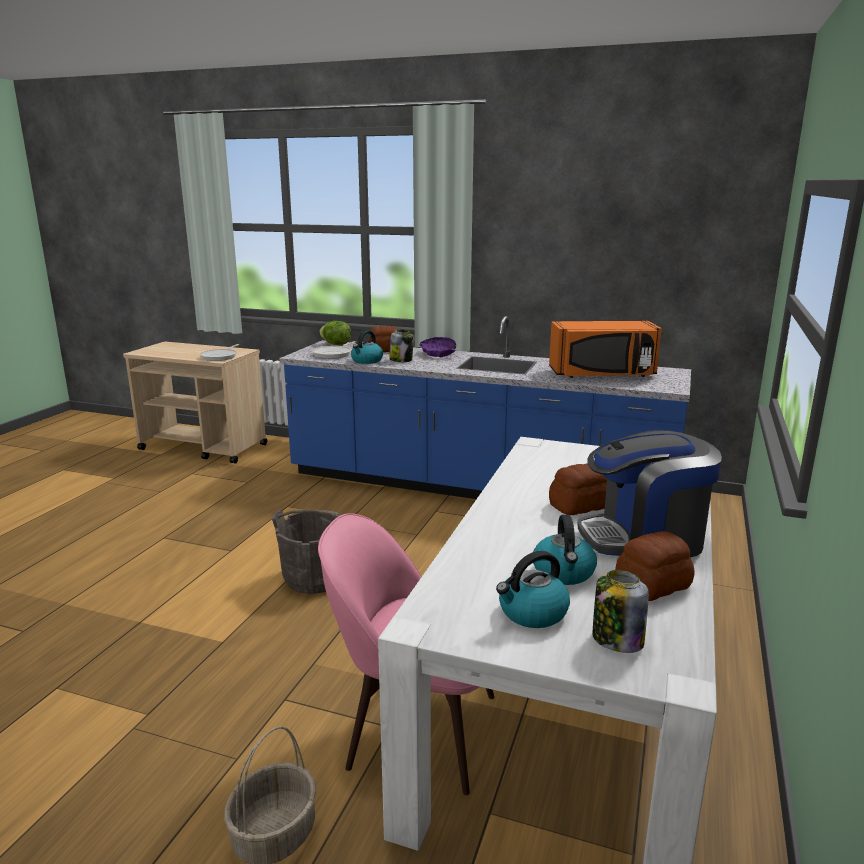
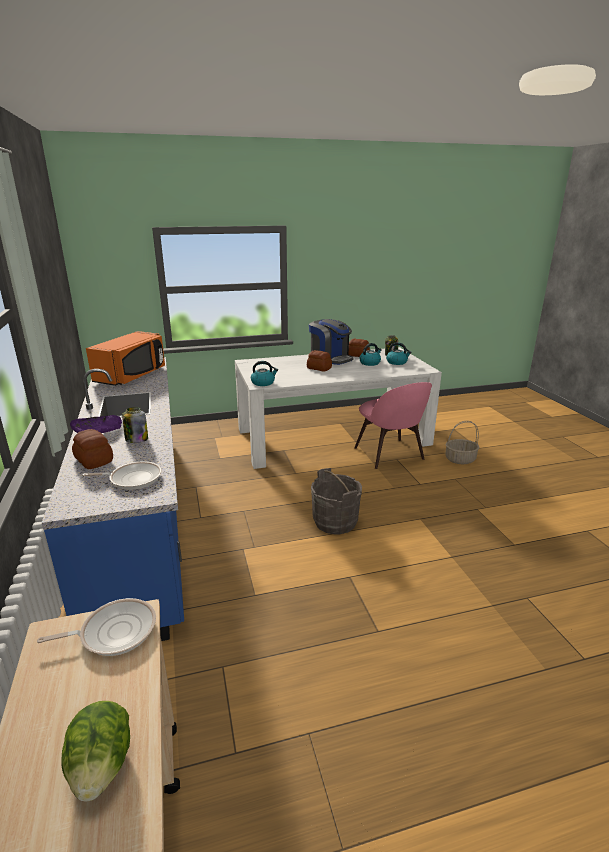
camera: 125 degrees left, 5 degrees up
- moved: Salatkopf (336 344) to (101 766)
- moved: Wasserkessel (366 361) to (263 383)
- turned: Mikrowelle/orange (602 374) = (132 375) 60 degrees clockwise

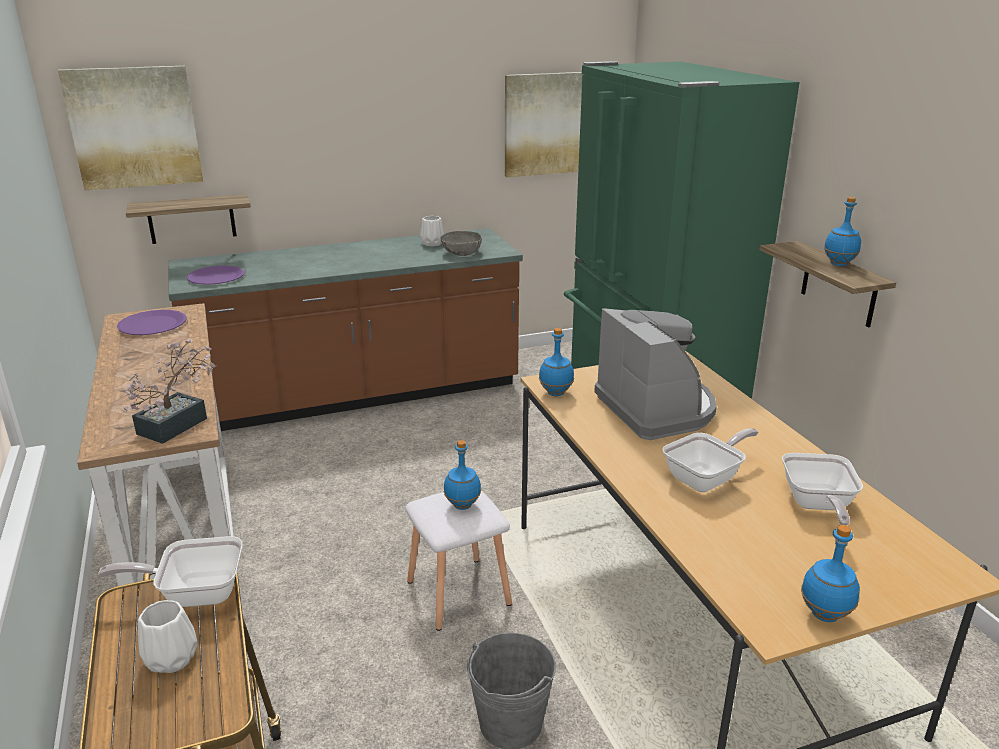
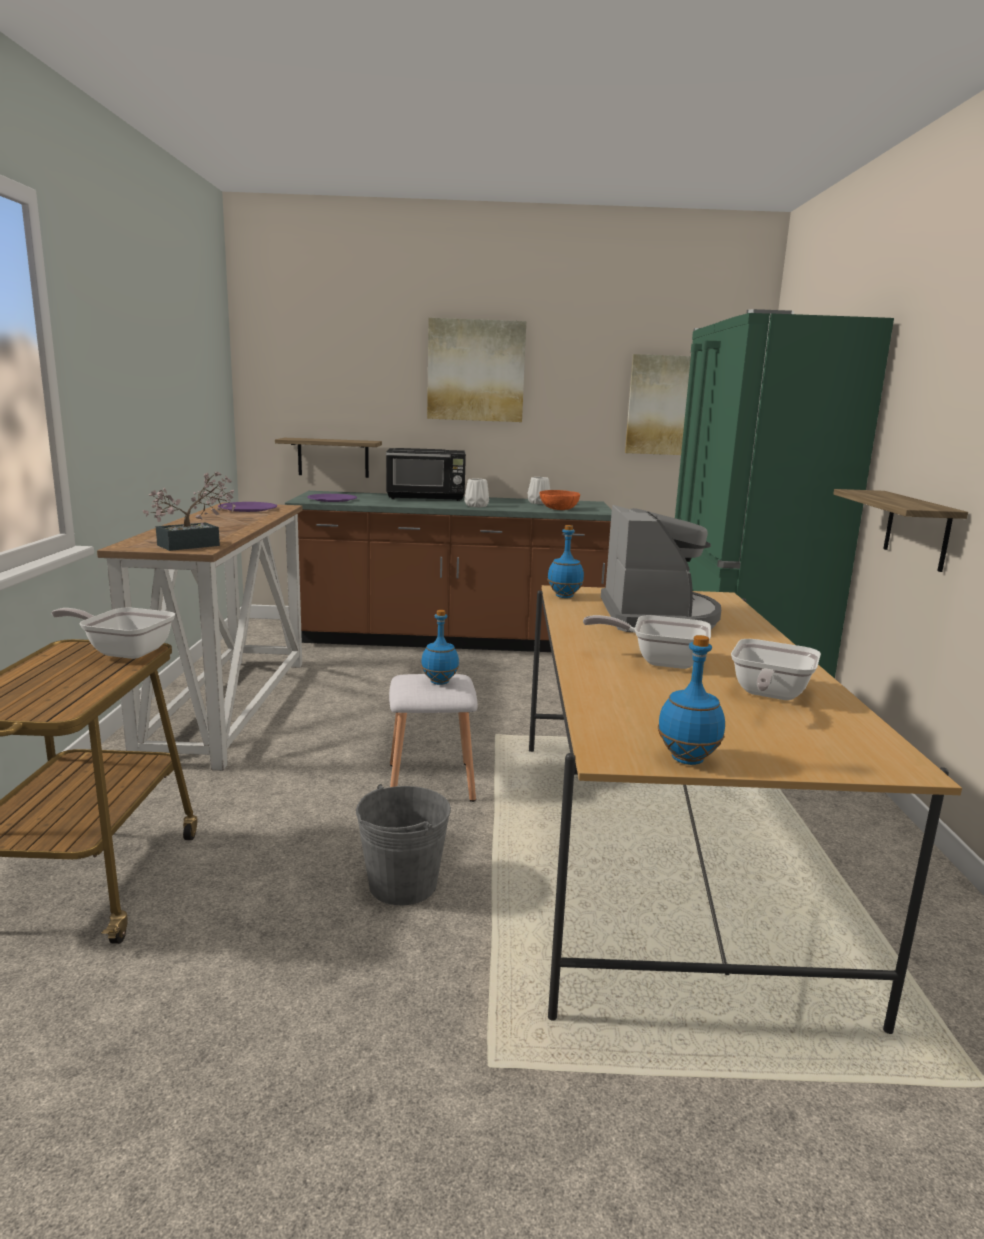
camera: 20 degrees right, 10 degrees down
- moved: Bild (134 127) to (476 370)
- moved: Vase/weiß (172 658) to (477 506)
- recoloured: Schüssel/grau (461 252) to Schüssel/orange (559 508)
- turned: Pfanne (706 478) = (659 661) 150 degrees counterclockwise
- removed: Flasche/blau (839 264)
- added: Mikrowelle/schwarz (427 498)

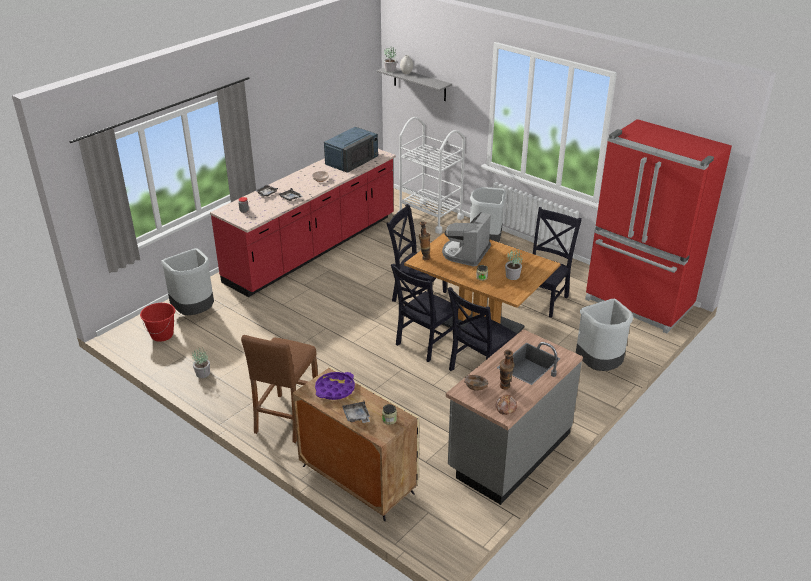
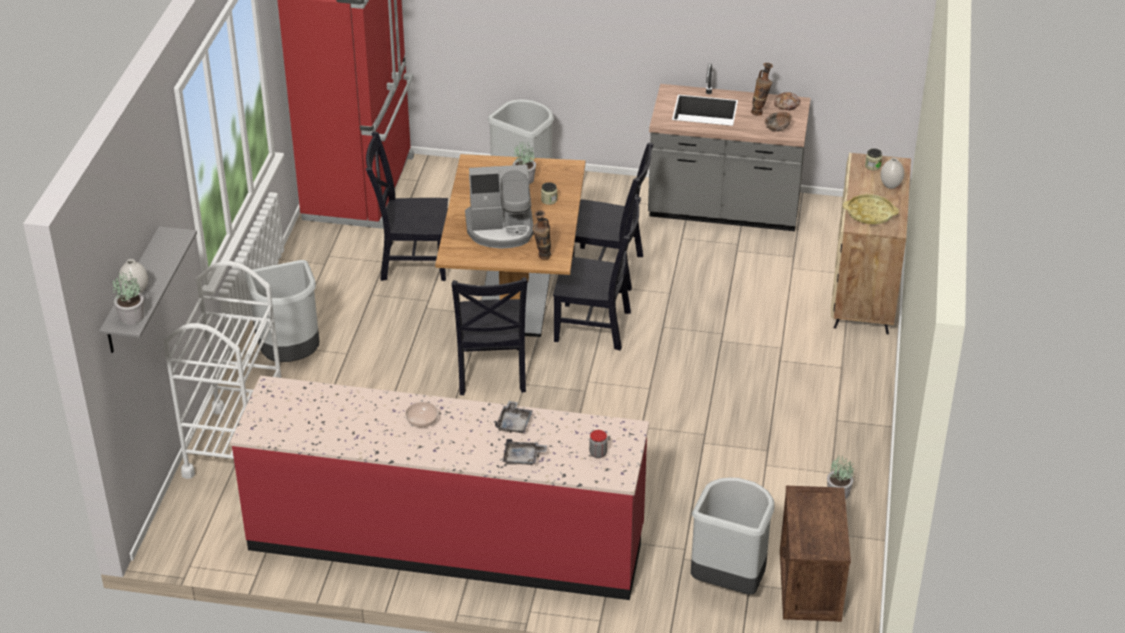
camera: 120 degrees left, 5 degrees up
- replaced: Eimer/rot (162 335) to Kiste (808 584)
- removed: Hocker/braun (287 418)
- recoloured: Tablett/lila (335 389) to Tablett/gelb (870 213)
- removed: Mikrowelle/blau (352 160)
- replaced: Tablett/grau (356 416) to Vase/weiß (891 186)

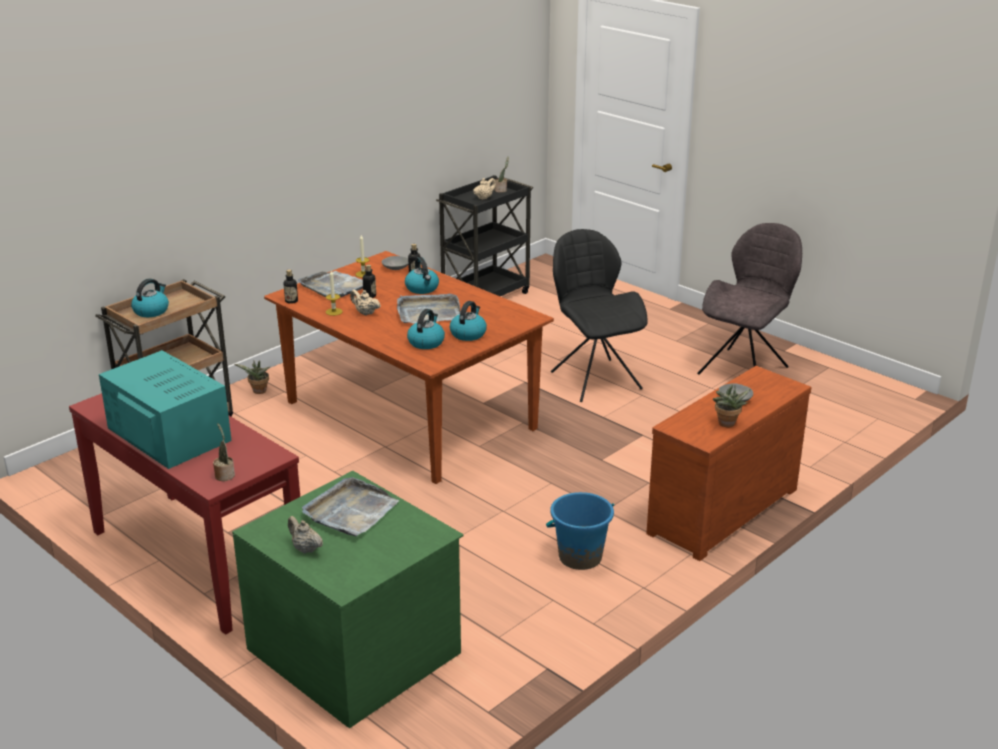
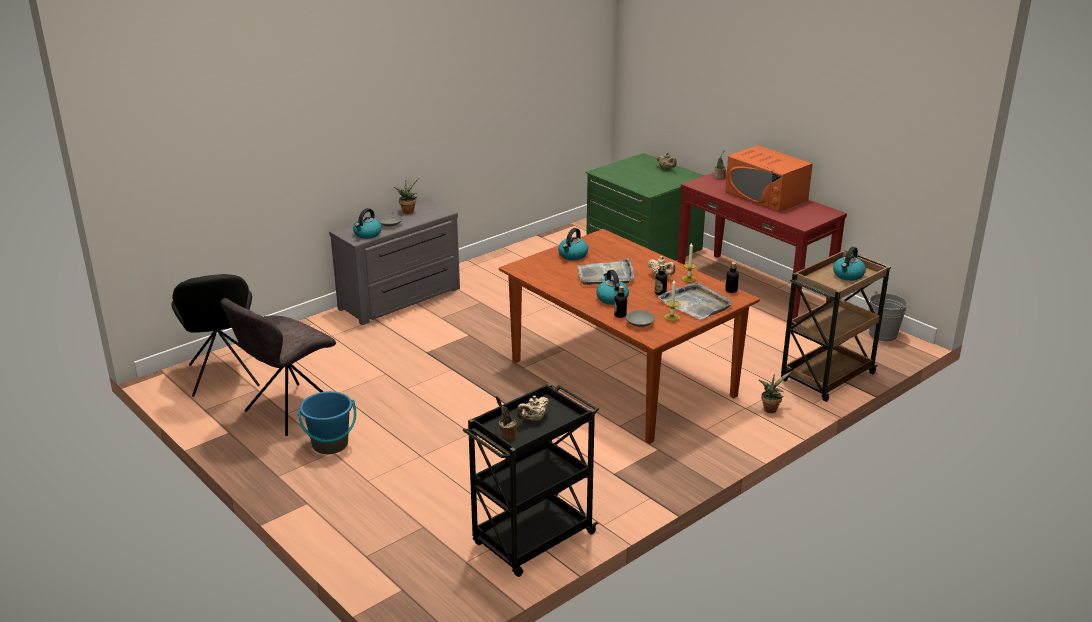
camera: 175 degrees left, 0 degrees up
- recoloured: Mikrowelle/türkis (169 434) to Mikrowelle/orange (766 196)
- removed: Tablett/grau (350 511)
- moved: Wasserkessel (426 342) to (367 234)
- moved: Eimer/blau (580 557) to (330 445)
- moved: Stuhl/schwarz (594 379) to (224 377)
- recoloured: Kommode/braun (719 509) to Kommode/grau (401 299)
- added: Eimer/grau (883 334)

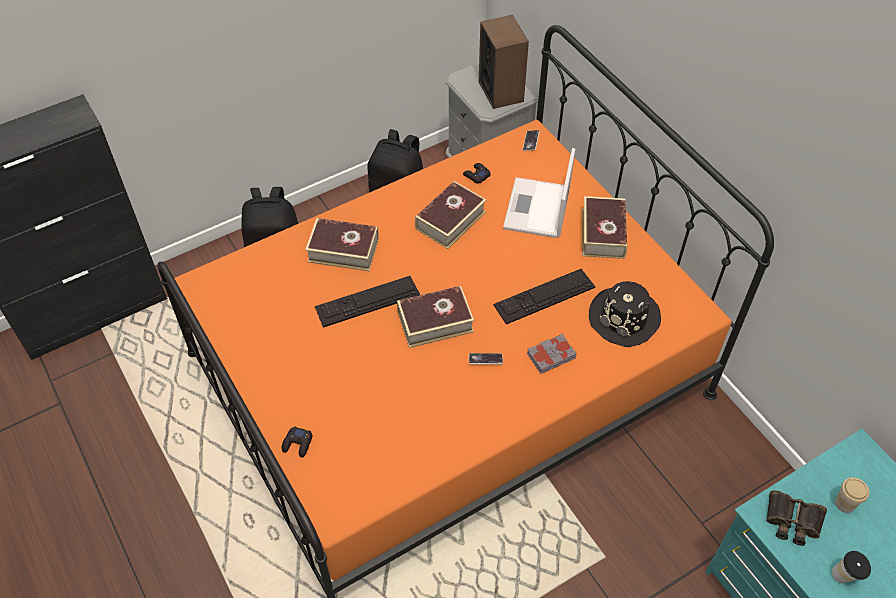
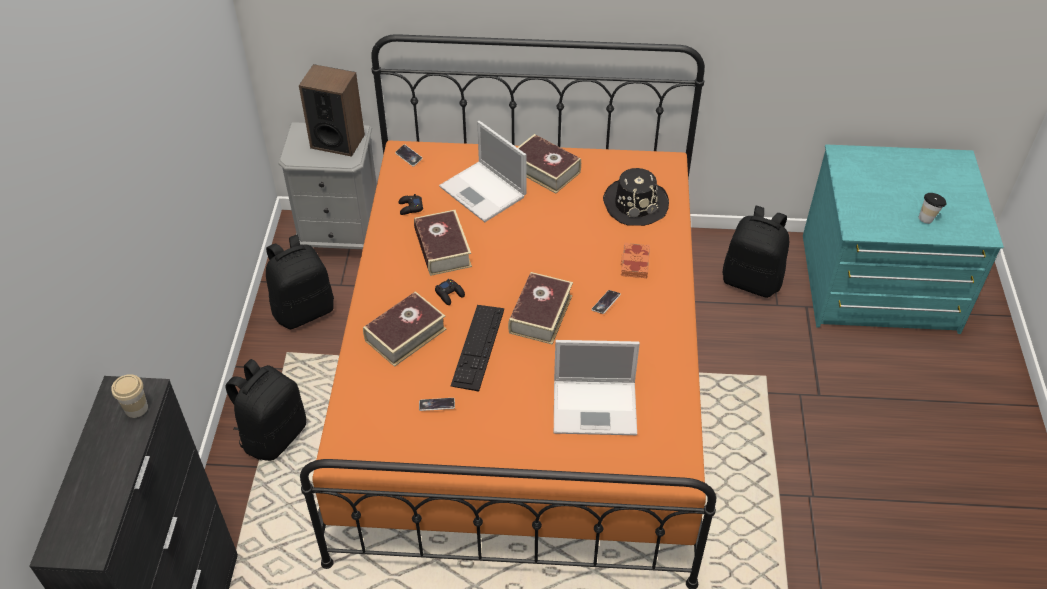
camera: 55 degrees left, 5 degrees down
- moved: Gamepad/schwarz (298 444) to (450 294)
- removed: Tastatur (544 296)
- recoloured: Buch/grau (550 356) to Buch/orange (634 263)
- removed: Fernglas (792 521)
- moved: Tasse (845 503) to (136 408)
- added: Handy (437 405)
- added: Laptop (596 407)
- added: Rucksack/schwarz (752 280)

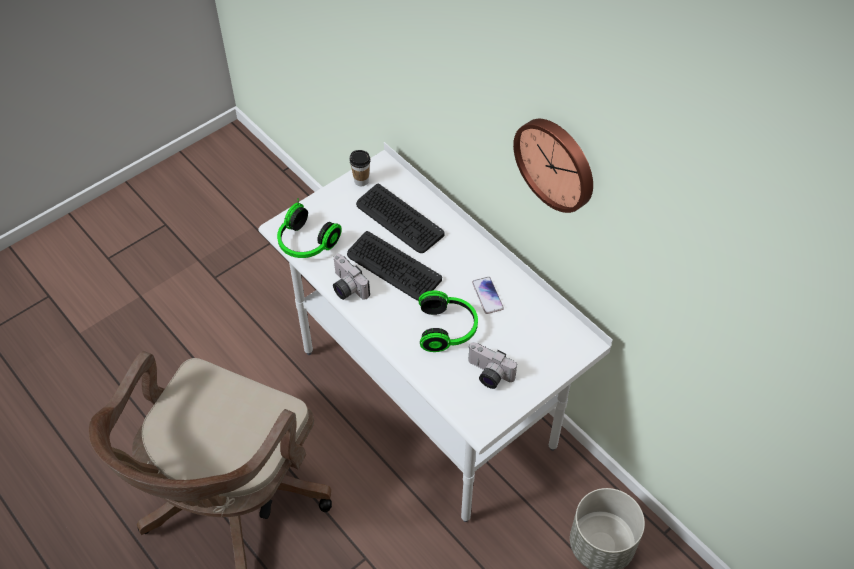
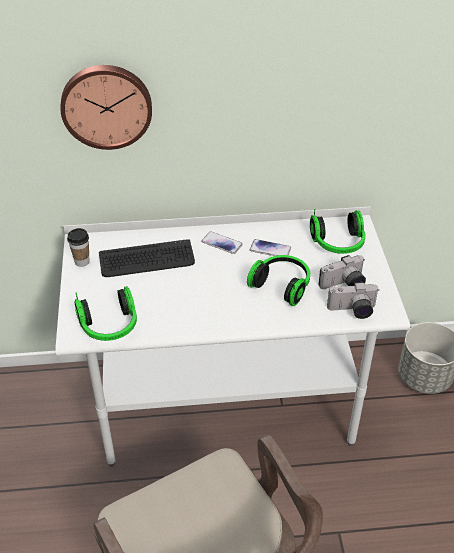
camera: 55 degrees left, 10 degrees down
- moved: Kamera (346 287) to (352 311)
- removed: Tastatur (393 267)
- moved: Wanduhr (556 163) to (106 105)
- added: Handy (222 243)
- added: Kopfhörer (338 244)

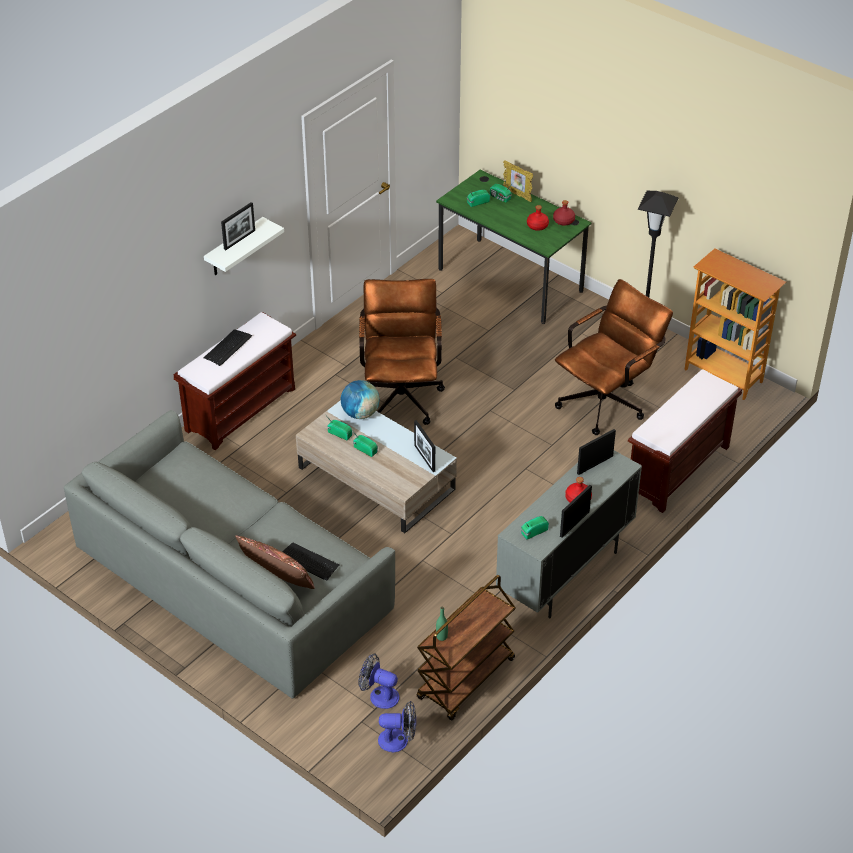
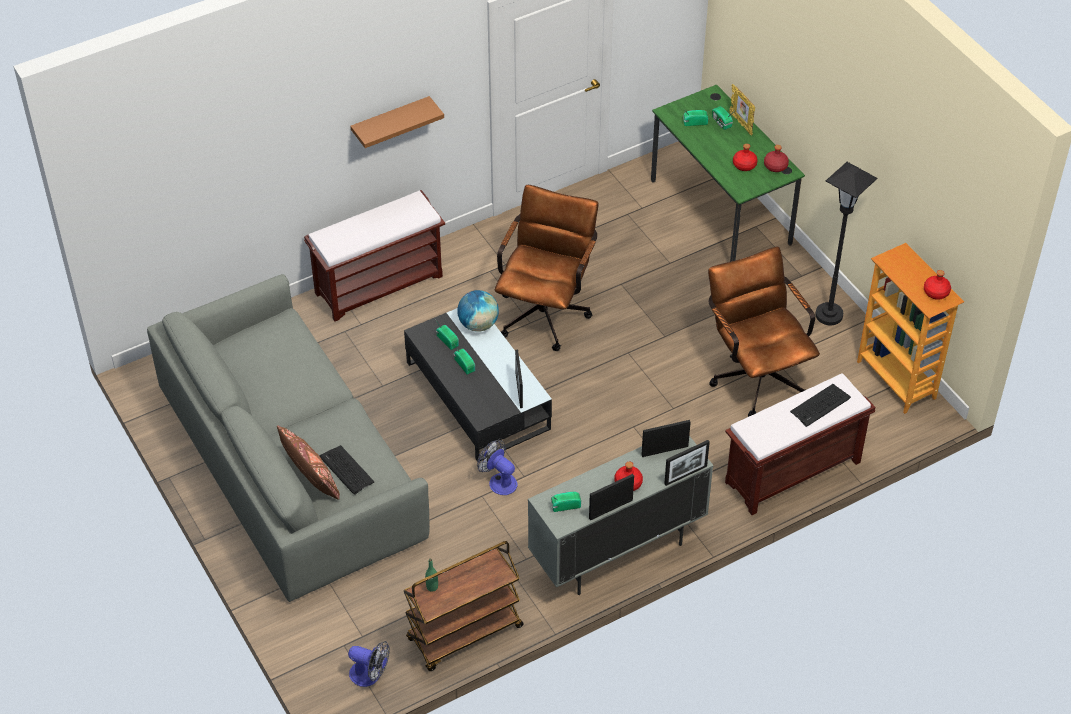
camera: 20 degrees right, 5 degrees up
- recoloured: Wandregal/weiß (234 248) to Wandregal/braun (391 123)
- moved: Tastatur (228 348) to (820 405)
- moved: Bilderrahmen (239 240) to (685 475)
- recoloured: Couchtisch/beige (376 478) to Couchtisch/schwarz (477 395)
- moved: Ventilator (379 695) to (499 481)
- turned: Bürostuhl/braun (607 401) = (756 375) 90 degrees counterclockwise
- added: Flasche/rot (936 292)

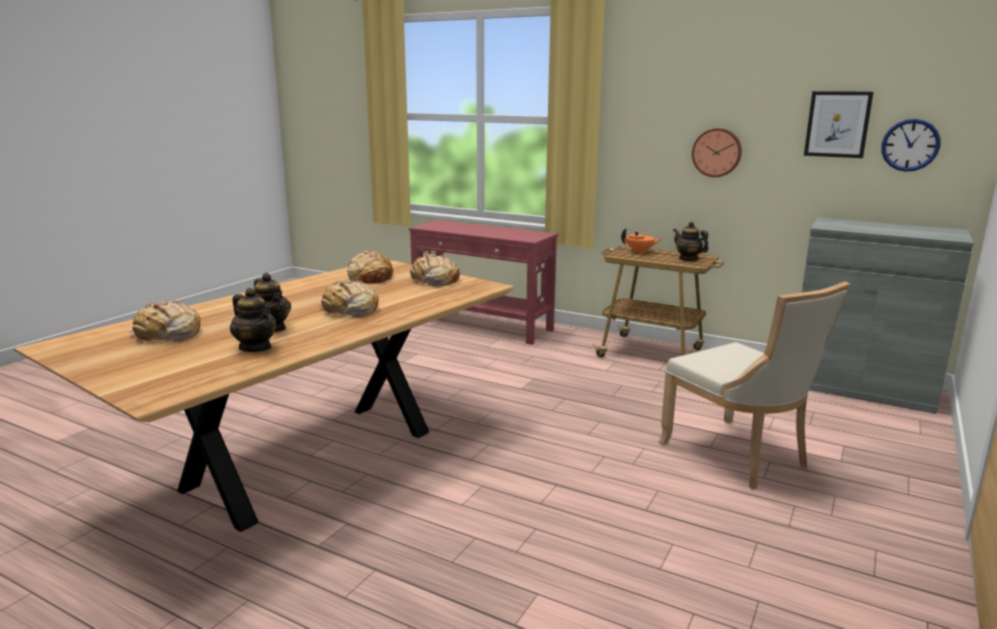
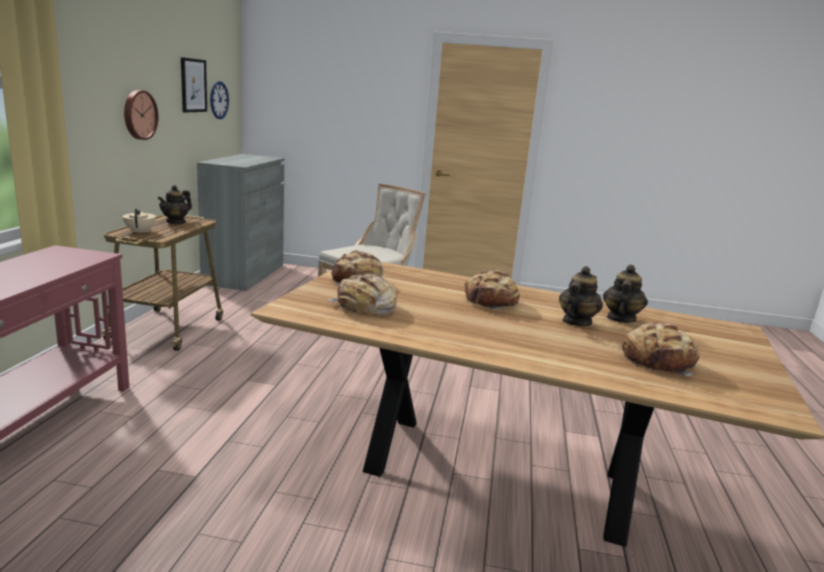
camera: 110 degrees left, 0 degrees up
- recoloured: Teekanne/orange (640 252) to Teekanne/beige (140 231)

